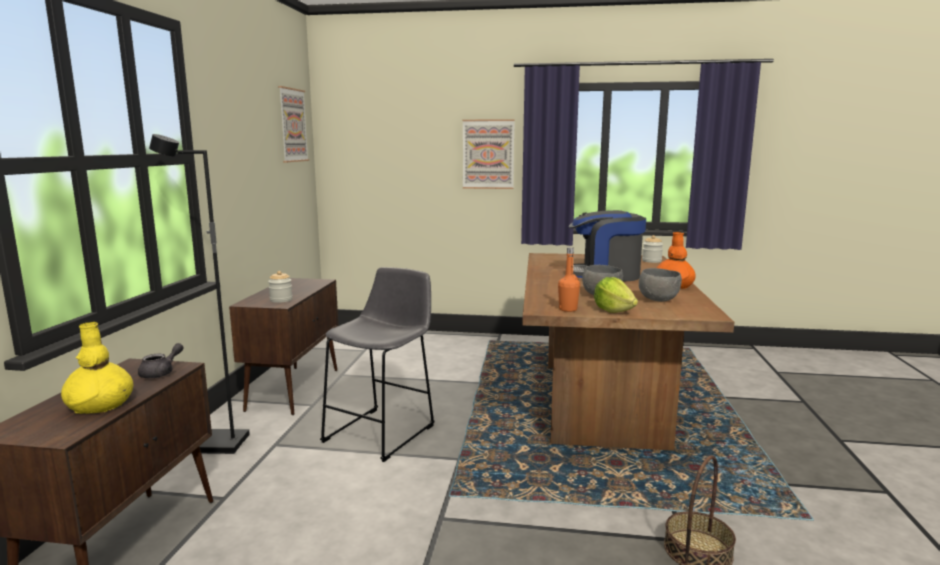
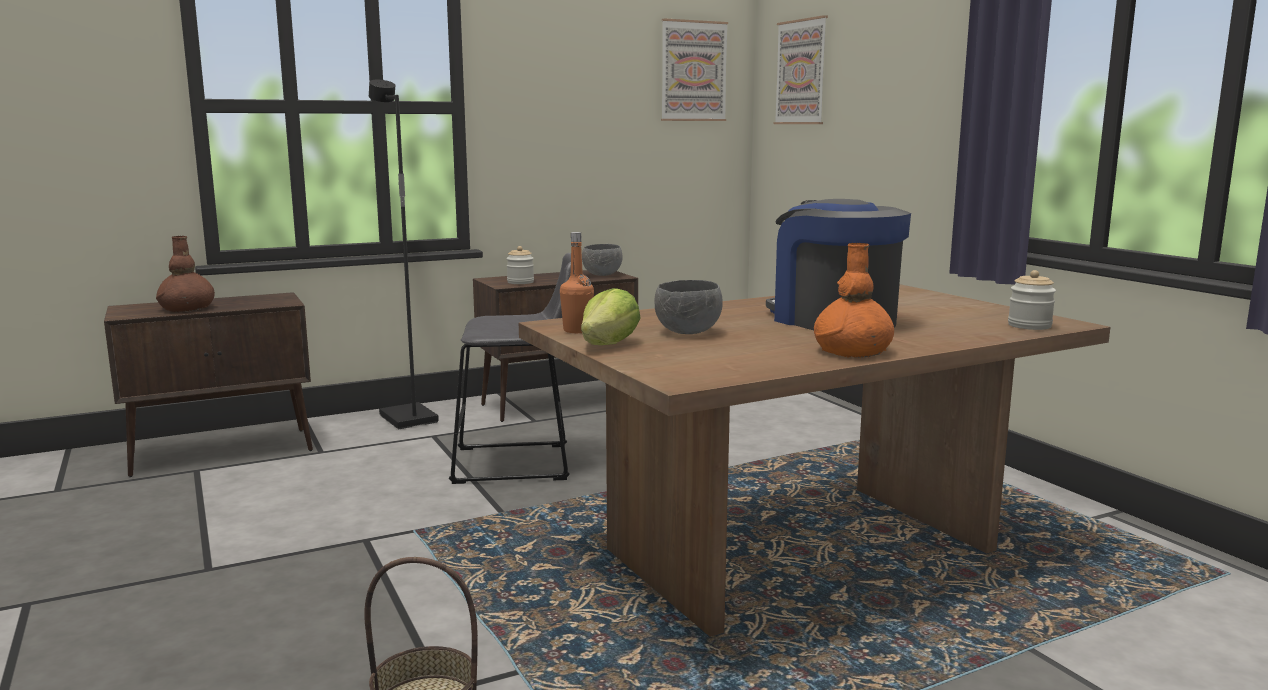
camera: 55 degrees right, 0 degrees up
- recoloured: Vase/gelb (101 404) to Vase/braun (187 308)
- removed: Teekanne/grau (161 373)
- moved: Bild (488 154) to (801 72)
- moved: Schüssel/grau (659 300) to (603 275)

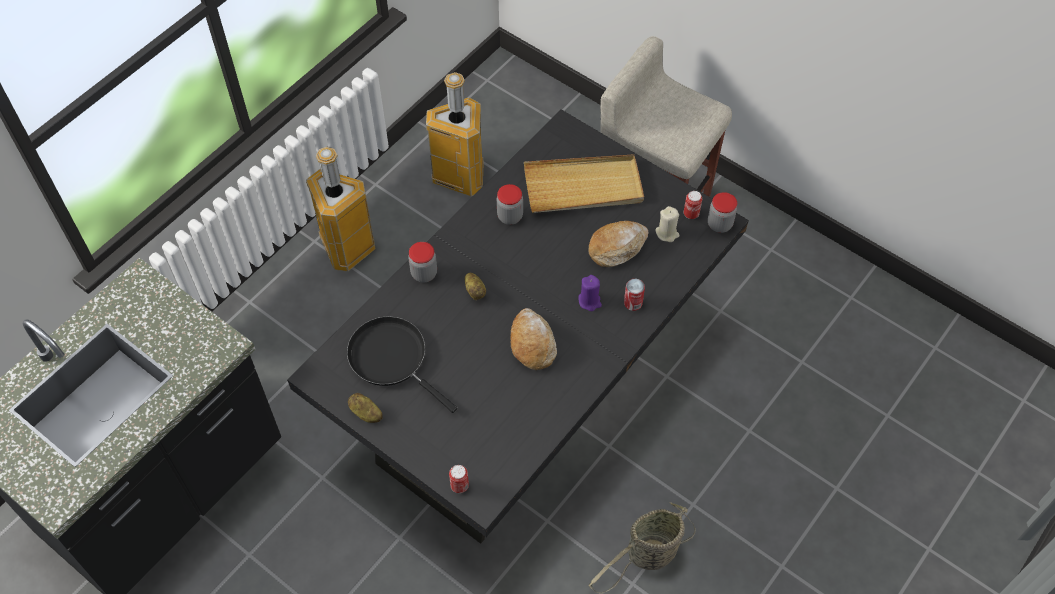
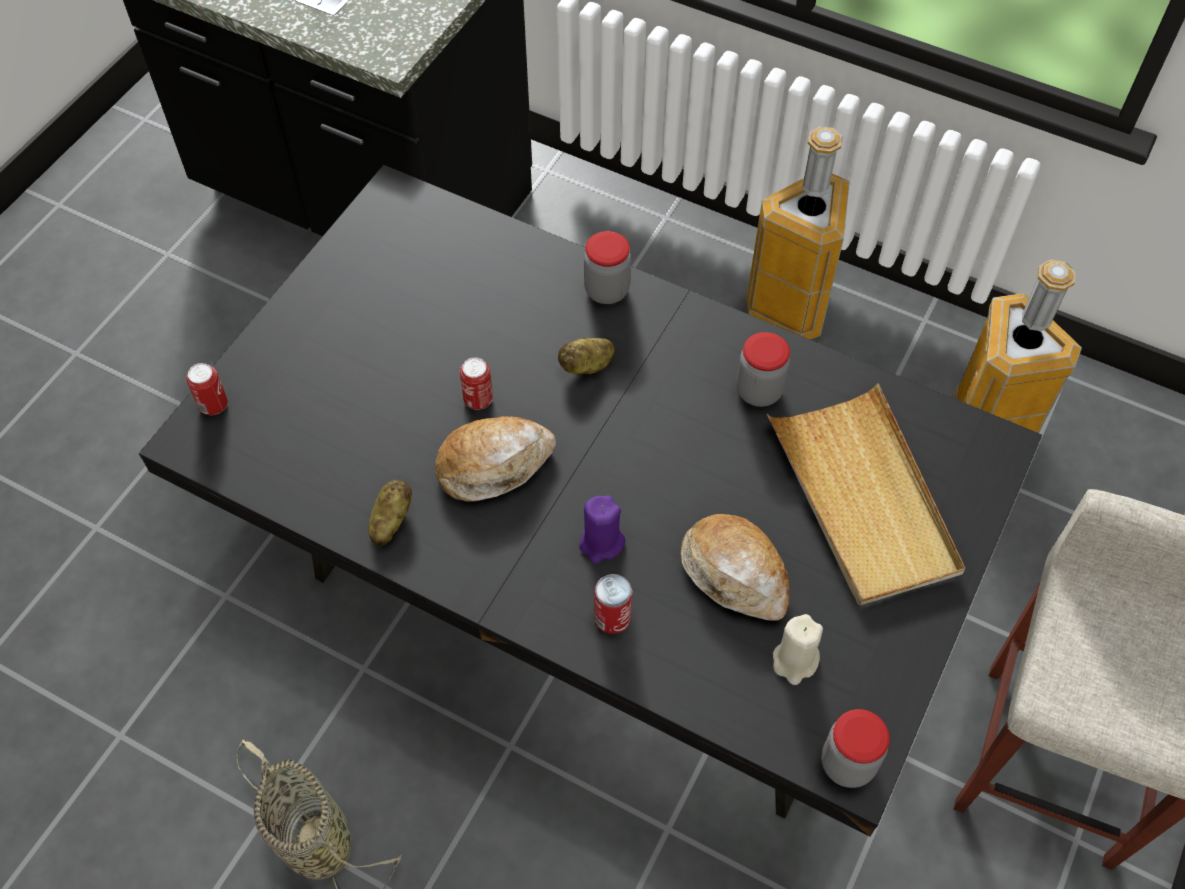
camera: 80 degrees right, 0 degrees up
- removed: Pfanne/schwarz (392 358)
- moved: Kartoffel (365 413) to (390 521)
- moved: Dose (691 214) to (478 400)

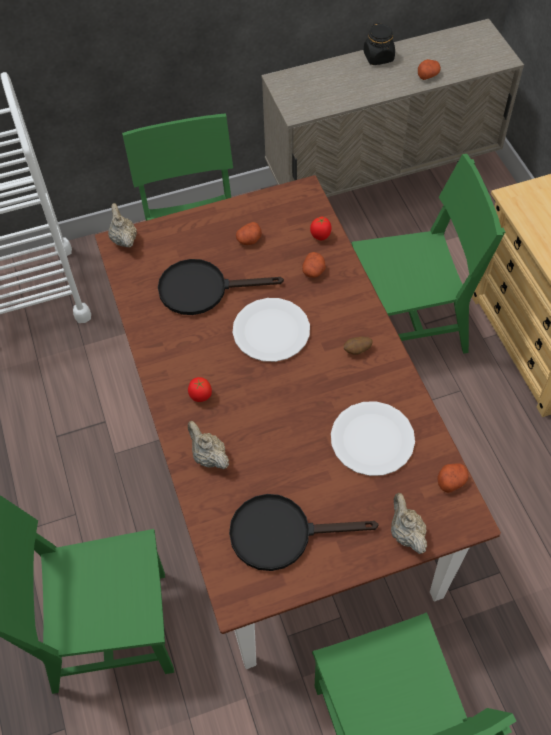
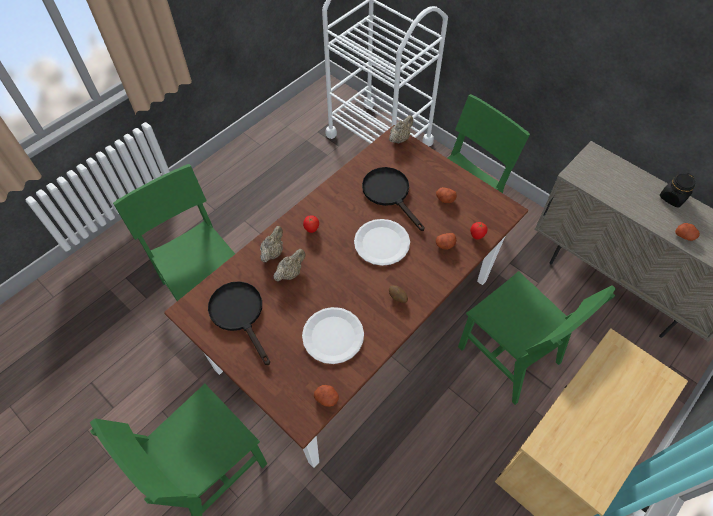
camera: 60 degrees right, 0 degrees up
- moved: Teekanne/beige (405 533) to (290 273)

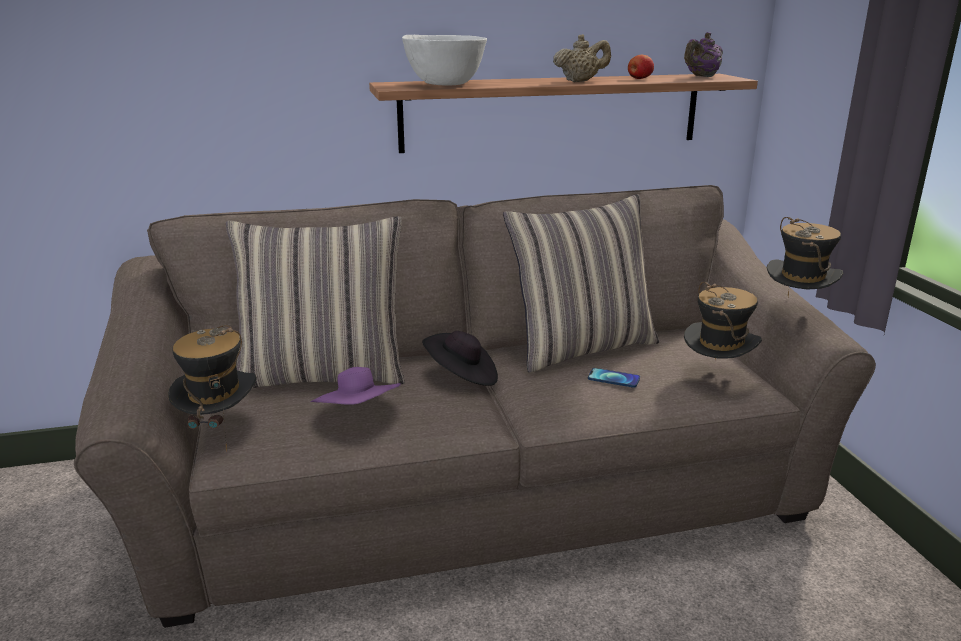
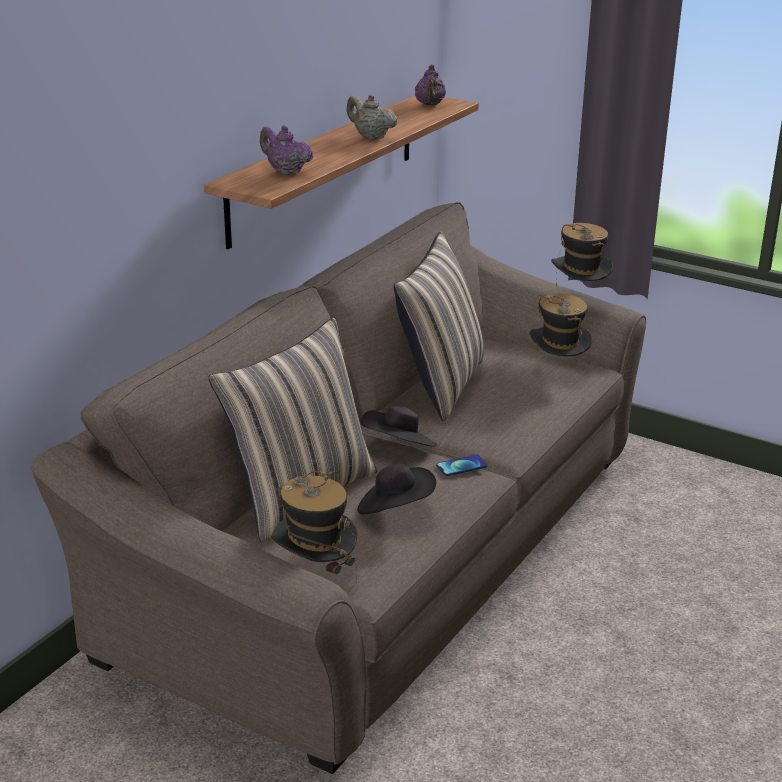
camera: 45 degrees left, 5 degrees up
- recoloured: Hut/lila (359 415) to Hut/schwarz (395 509)
- replaced: Schüssel/weiß (444 84) to Teekanne/lila (285 172)
- turned: Teekanne/beige (580 81) = (370 137) 75 degrees counterclockwise
- moved: Handy (613 379) to (461 466)
- removed: Apfel (639 79)

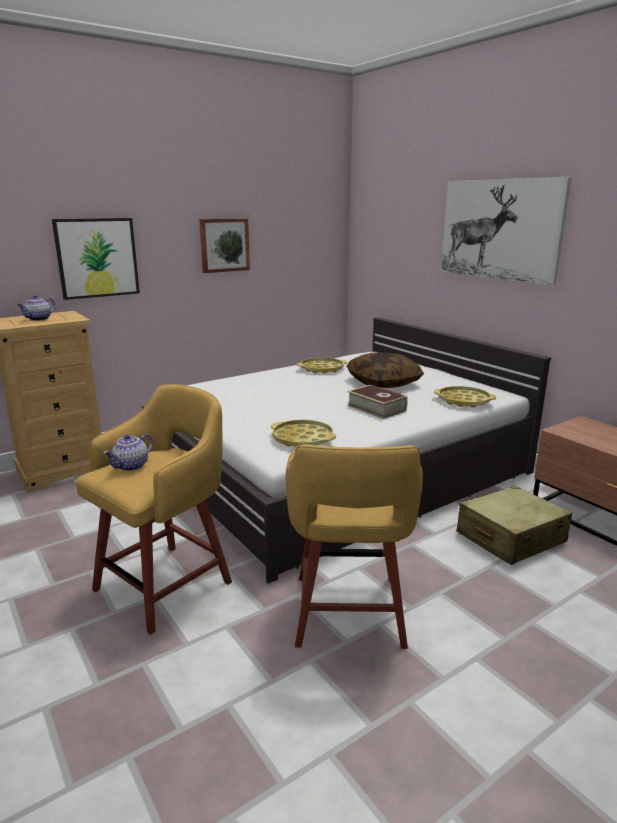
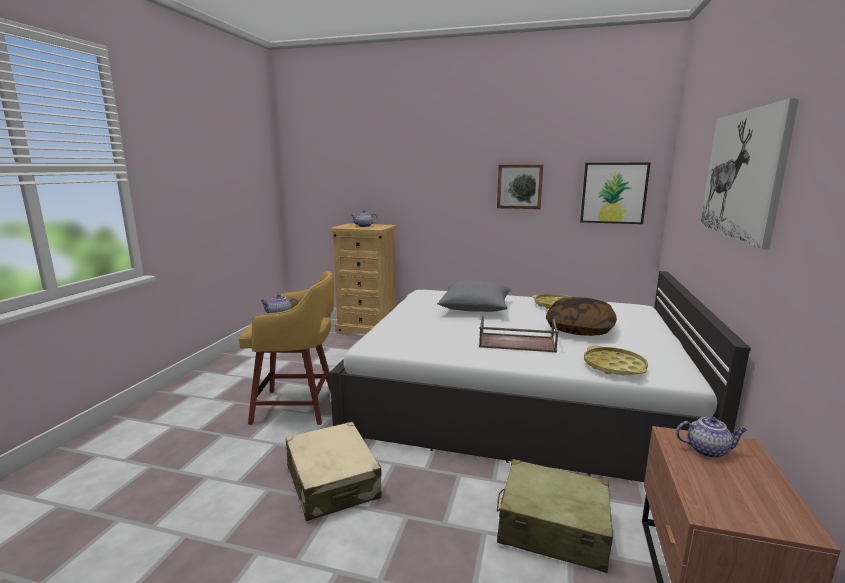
camera: 50 degrees right, 5 degrees down
- moved: Bild (97 258) to (613 193)
- removed: Tablett/gelb (302 439)
- replaced: Hocker/gelb (347 613) to Koffer/beige (332 482)
- replaced: Buch (376 408) to Tablett/braun (516 343)
- added: Kissen/grau (475 308)
- added: Teekanne (708 450)

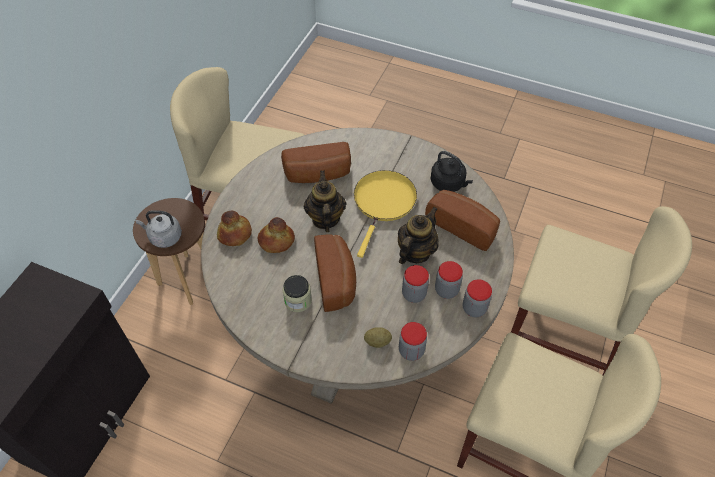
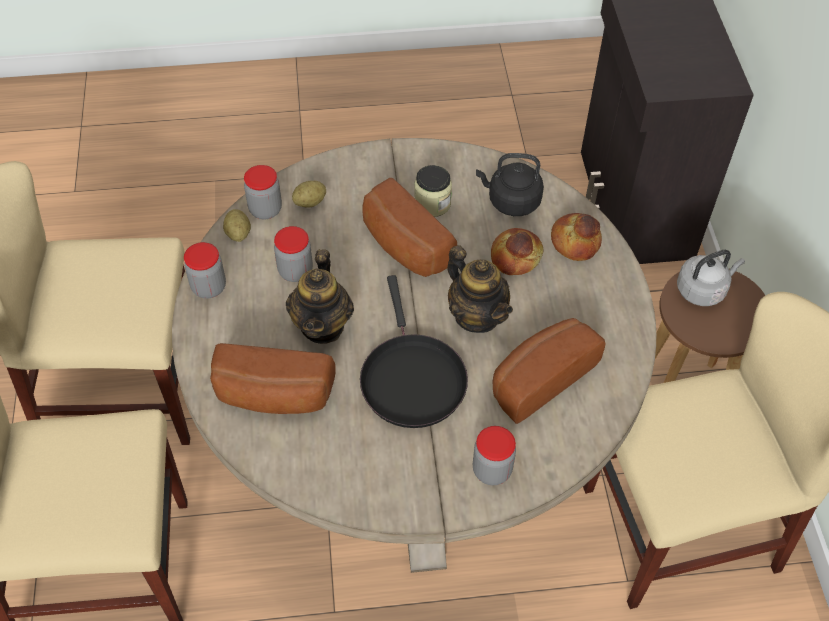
camera: 150 degrees right, 0 degrees up
- recoloured: Pfanne/gelb (383 203) to Pfanne/schwarz (411 378)
- moved: Wasserkessel/schwarz (449 184) to (511 201)
- moved: Vorratsglas (446 290) to (492 470)
- added: Kartoffel (238 233)

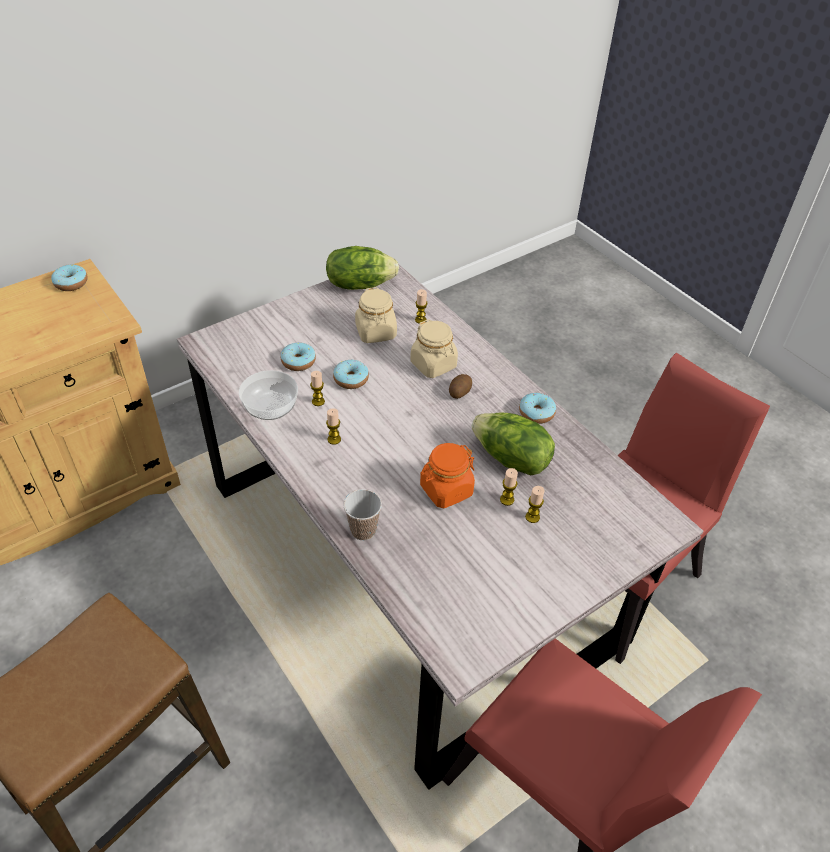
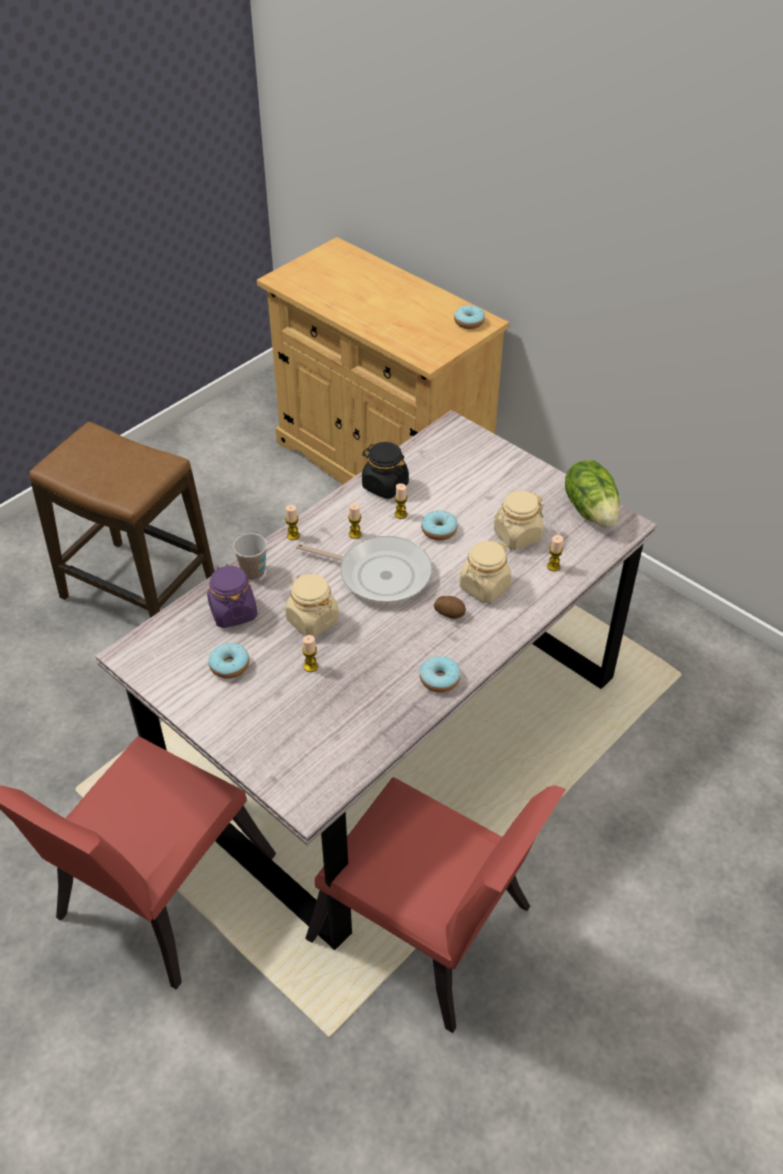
camera: 80 degrees right, 0 degrees up
- replaced: Schüssel (270 405) to Vorratsglas/schwarz (385 485)
- moved: Donut (298 362) to (229 665)
- recoloured: Vorratsglas/orange (446 490) to Vorratsglas/beige (312 620)
- removed: Salatkopf (511 459)
- moved: Kerze (532 517) to (293 536)
- added: Vorratsglas/lila (233 612)
- added: Pfanne (379 574)

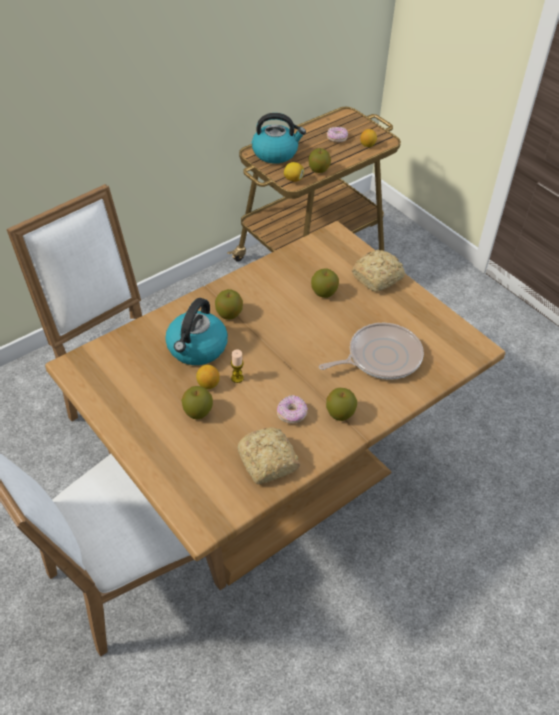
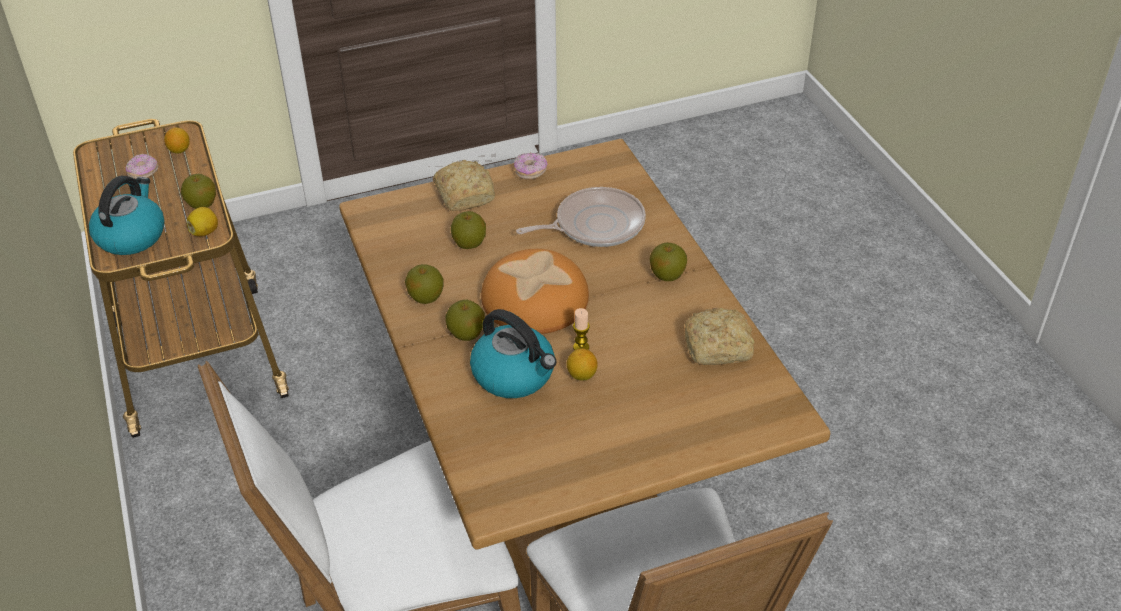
camera: 70 degrees left, 5 degrees down
- moved: Apfel (197 412) to (425 297)
- moved: Donut (292 414) to (530 172)
- turned: Pfanne (380 357) = (595 225) 75 degrees clockwise
- added: Brot (534 298)

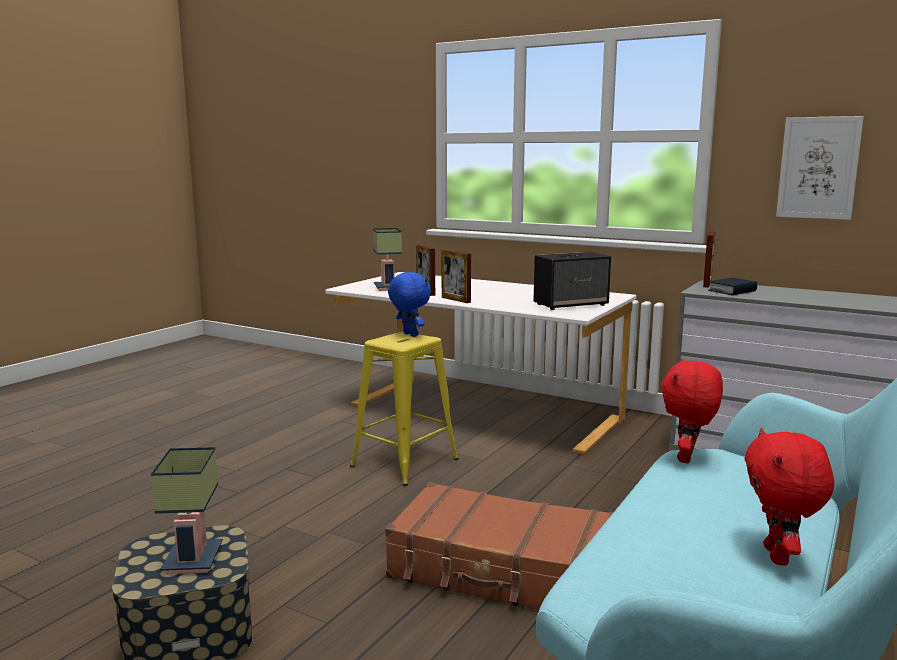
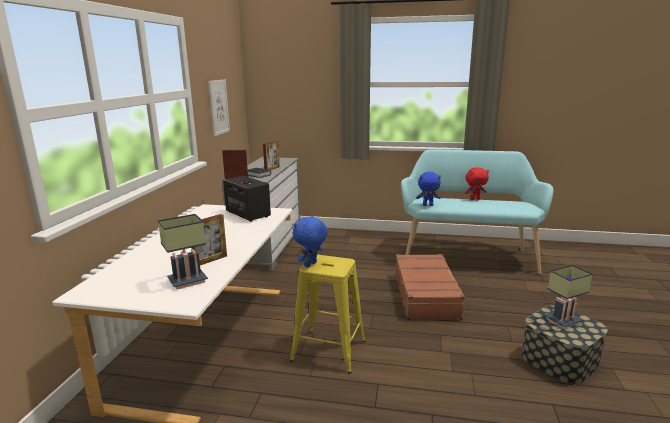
camera: 110 degrees left, 5 degrees up
- moved: Bilderrahmen (456 300) to (272 169)
- recoloured: Plüschtier/rot (687 458) to Plüschtier/blau (428 205)

